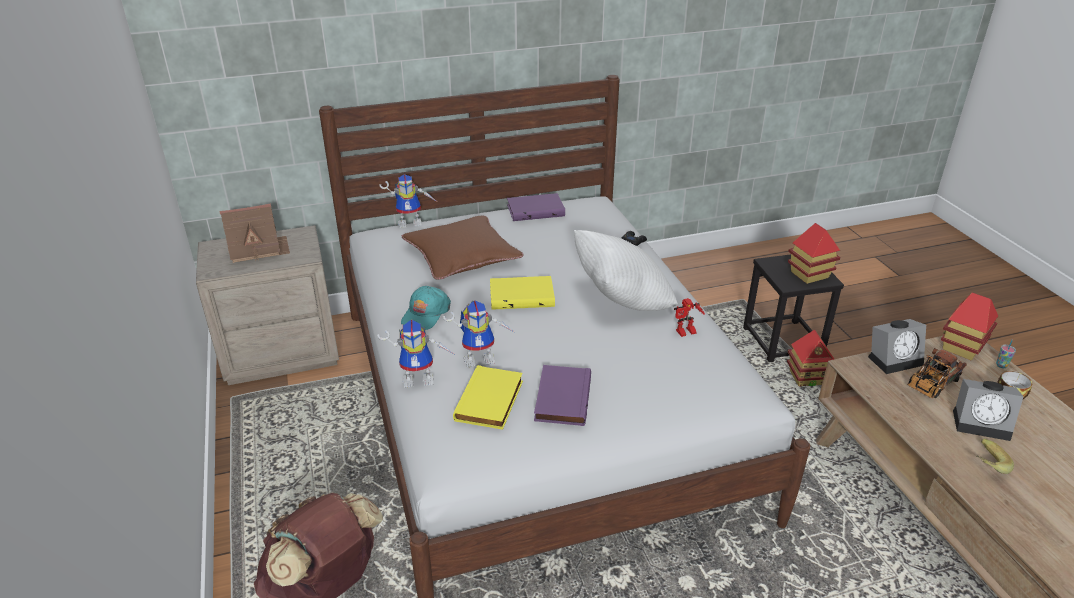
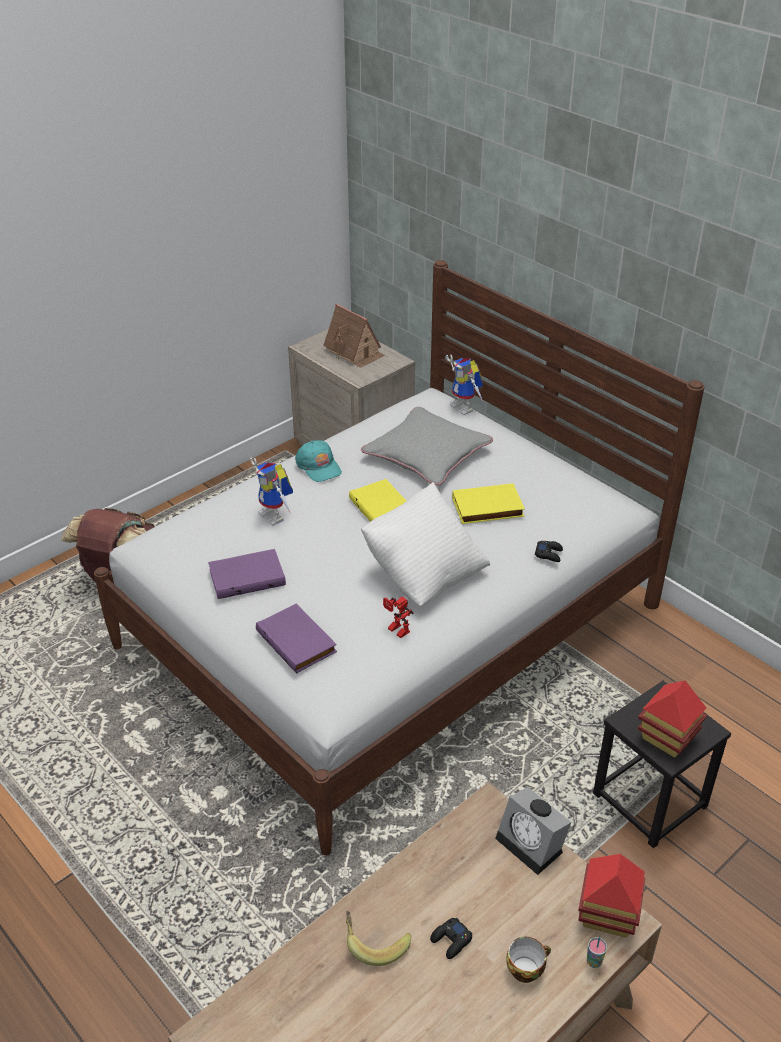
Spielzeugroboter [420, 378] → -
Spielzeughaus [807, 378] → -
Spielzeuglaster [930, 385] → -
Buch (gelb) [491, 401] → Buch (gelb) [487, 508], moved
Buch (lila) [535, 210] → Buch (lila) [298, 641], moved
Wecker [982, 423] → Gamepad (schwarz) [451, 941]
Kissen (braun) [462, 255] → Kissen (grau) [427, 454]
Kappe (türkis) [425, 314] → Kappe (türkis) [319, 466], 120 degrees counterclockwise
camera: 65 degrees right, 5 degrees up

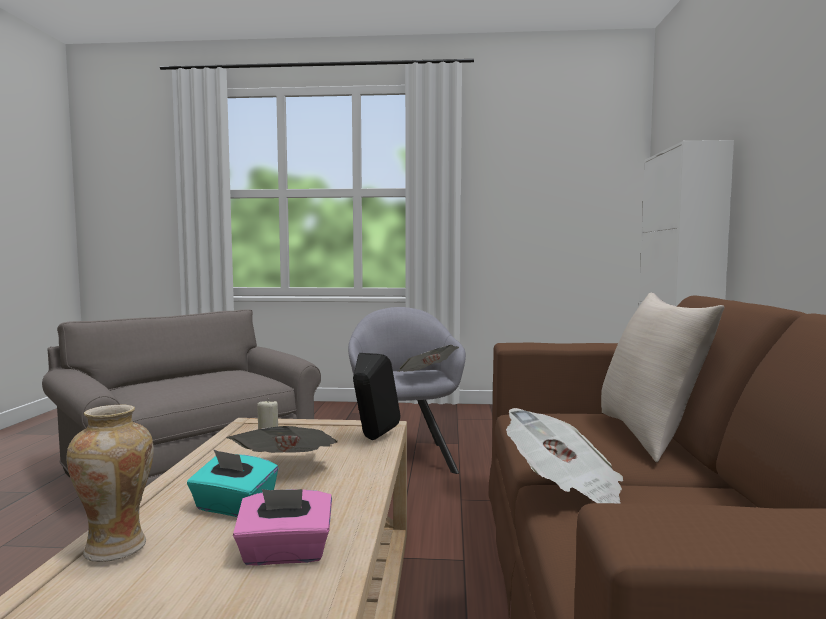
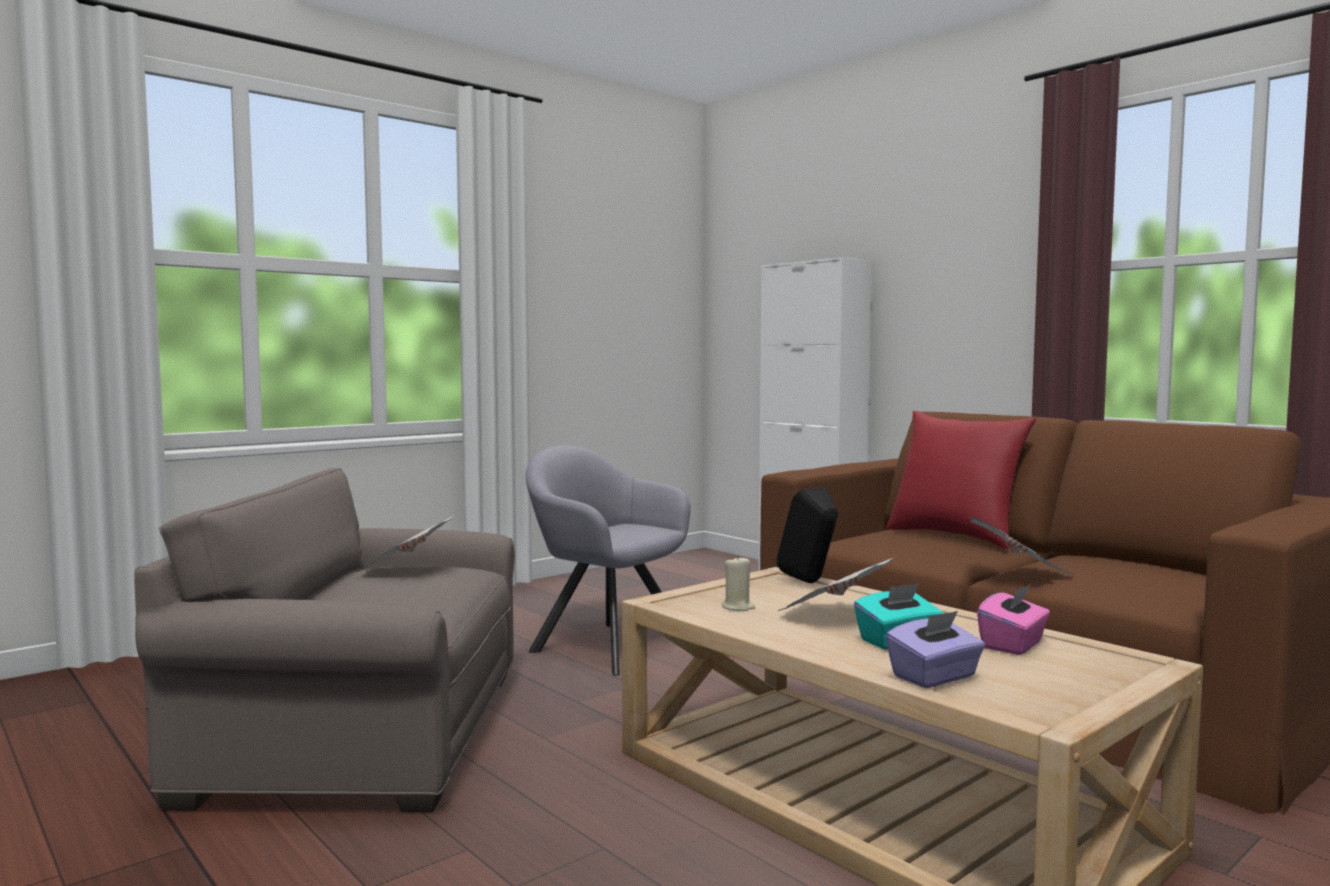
Zeitung [427, 376] → Zeitung [405, 570], moved
Vase [117, 547] → Taschentuchbox (lila) [935, 677]
Kissen (beige) [650, 434] → Kissen (rot) [955, 536]
camera: 45 degrees left, 0 degrees up

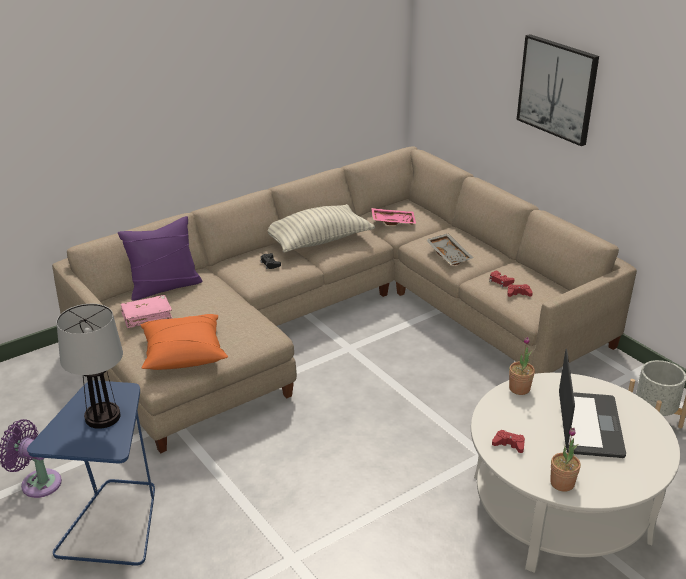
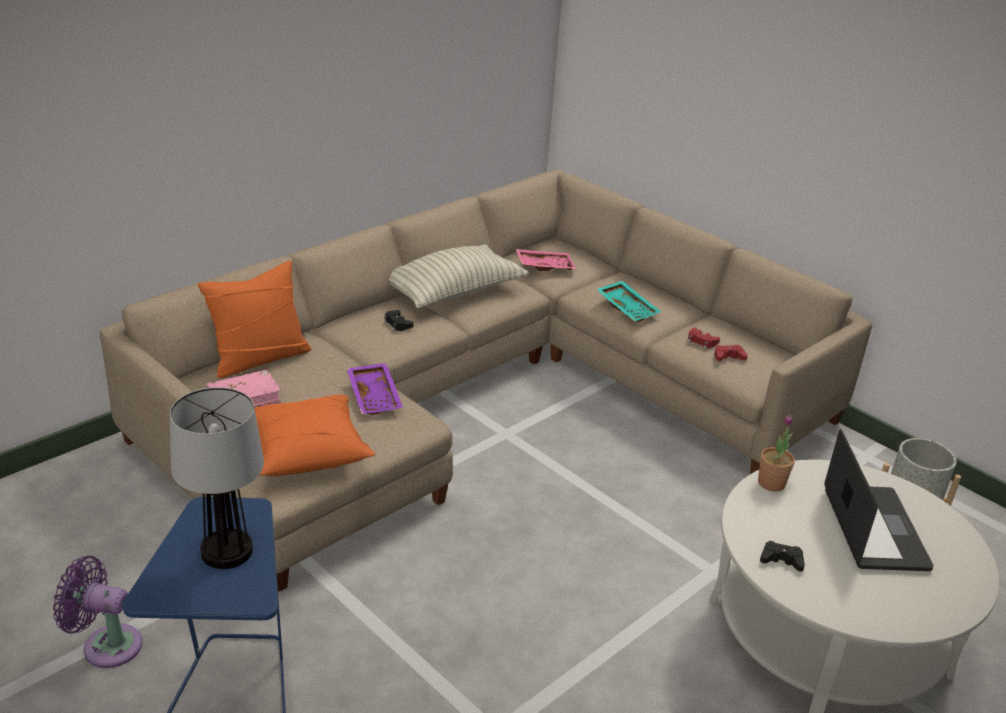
Bild [557, 89] → -
Topfpflanze [562, 483] → -
- → Tablett (lila) [375, 396]
Kissen (lila) [164, 287] → Kissen (orange) [259, 358]
Tablett (grau) [449, 254] → Tablett (türkis) [628, 308]
Gamepad (rot) [509, 444] → Gamepad (schwarz) [781, 560]
camera: 10 degrees left, 0 degrees up

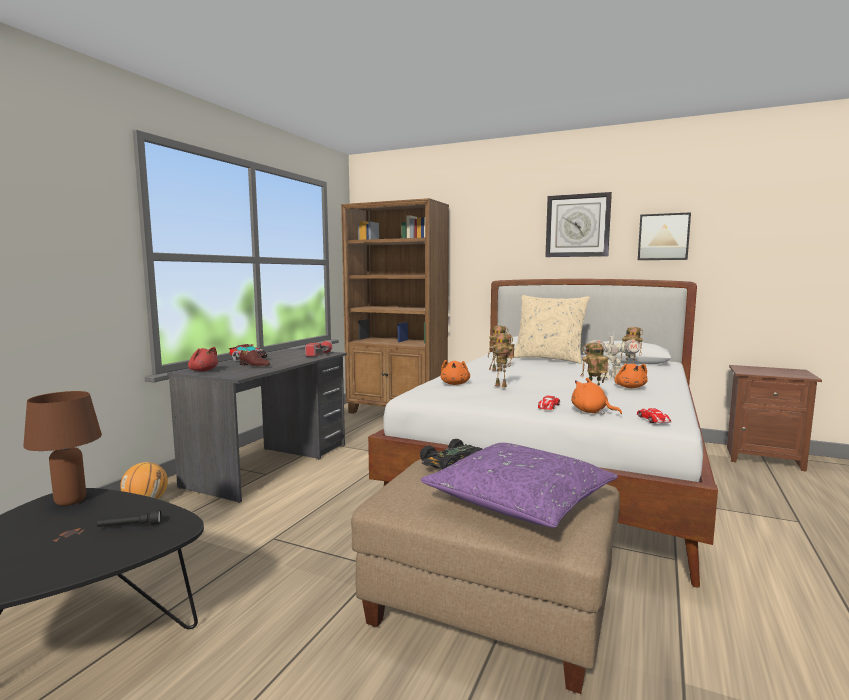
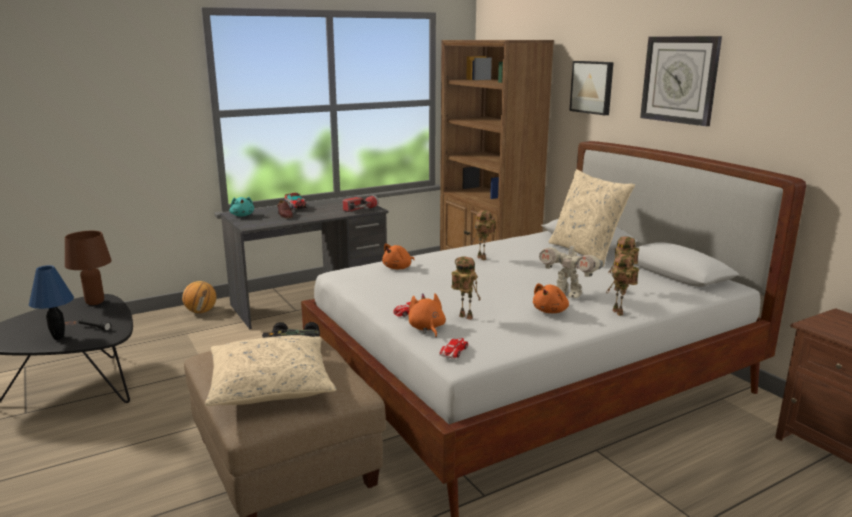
- → Tischlampe (blau) [58, 337]
Spielzeugroboter [502, 386] → Spielzeugroboter [619, 313], moved
Bild [663, 237] → Bild [592, 87], moved
Plüschtier (rot) [203, 370] → Plüschtier (türkis) [242, 215]
Kissen (lila) [519, 500] → Kissen (beige) [270, 384]
camera: 35 degrees right, 10 degrees up

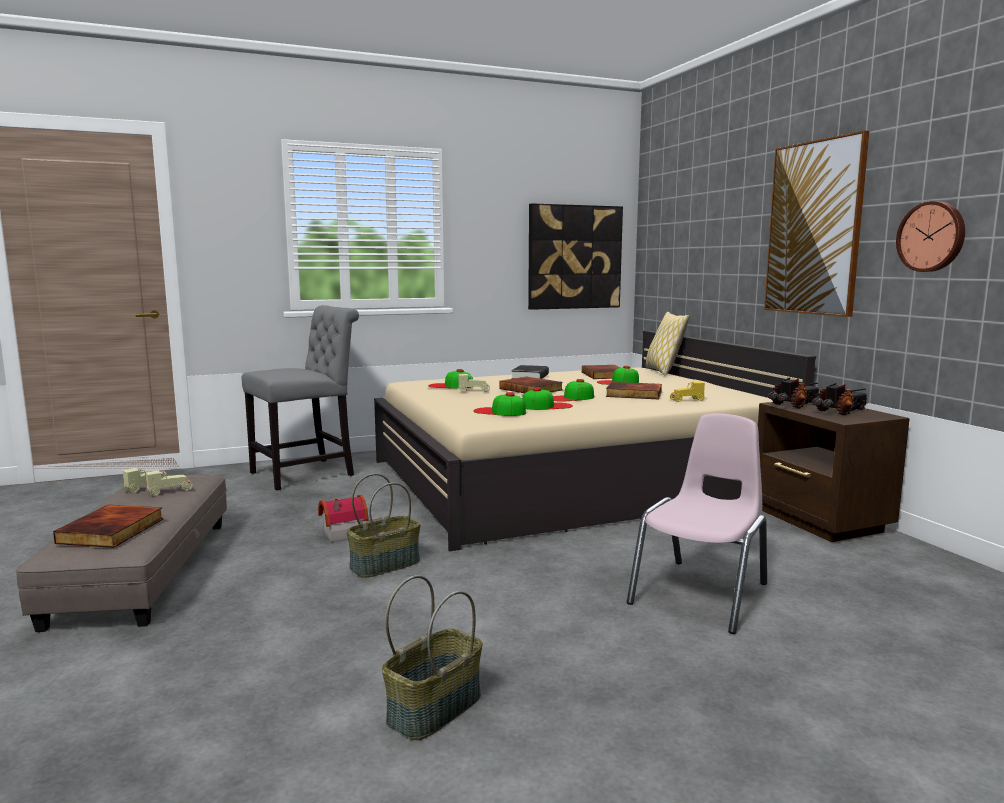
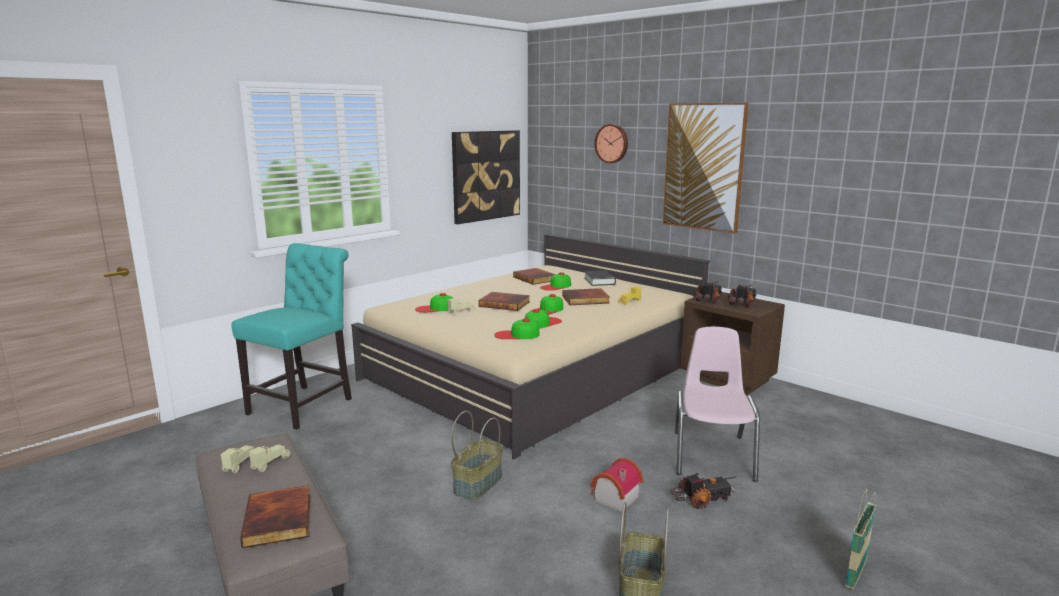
Kissen [663, 371] → -
- → Spielzeuglaster [703, 500]
- → Korb [855, 574]
Spielzeughaus [341, 533] → Spielzeughaus [613, 498], moved
Buch (schwarz) [530, 377] → Buch (schwarz) [599, 281], moved
Wanduhr [932, 237] → Wanduhr [612, 143], moved
Stuhl (grau) [307, 473] → Stuhl (türkis) [305, 405]
camera: 25 degrees left, 5 degrees up

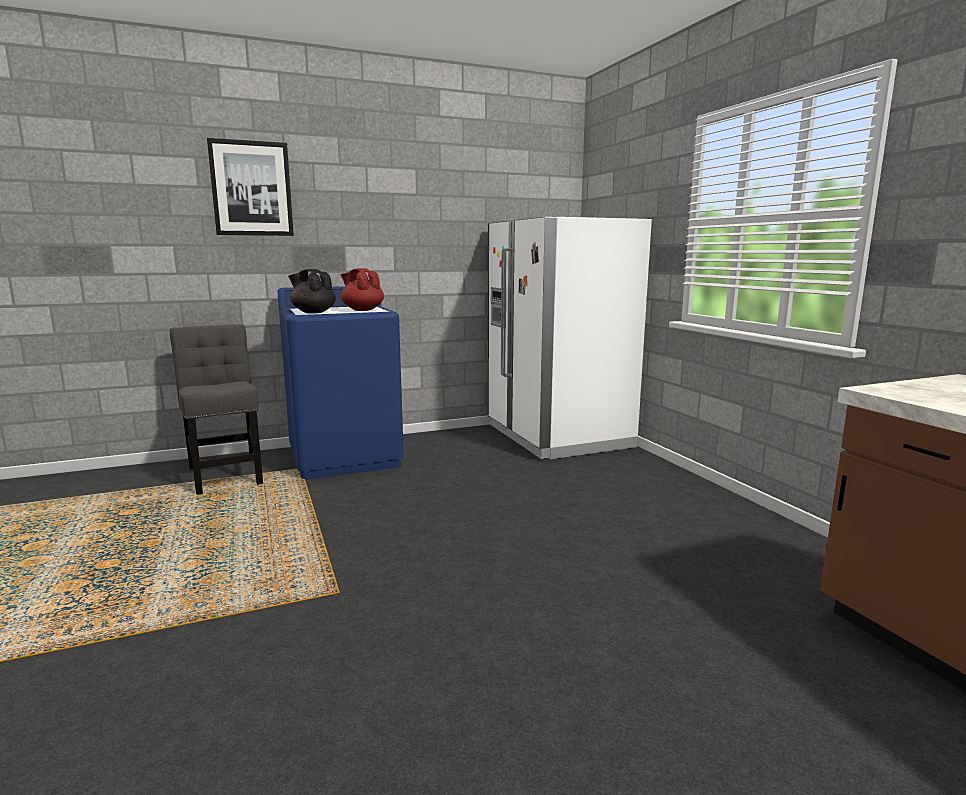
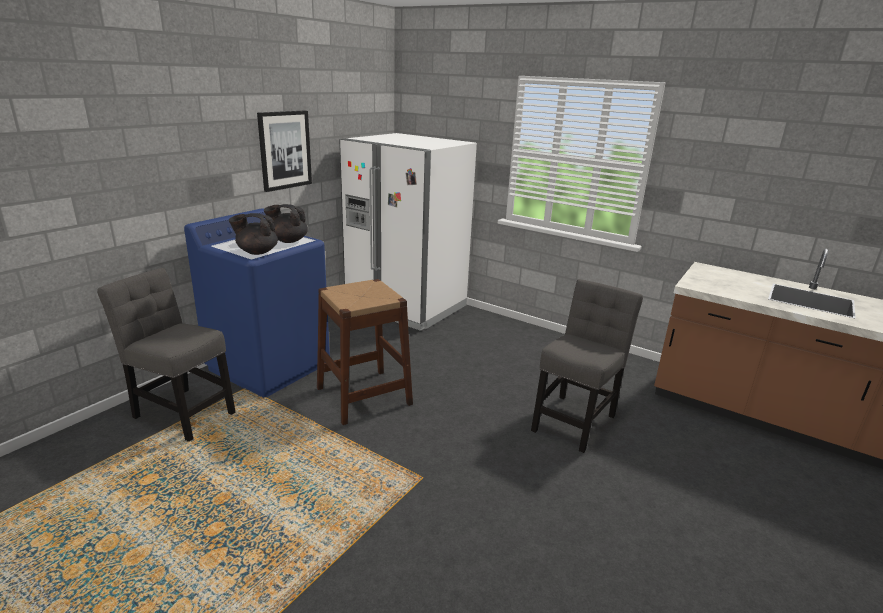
- → Hocker (braun) [363, 395]
- → Stuhl (grau) [575, 420]
Bild [251, 189] → Bild [285, 150], moved
Teekanne (rot) [362, 310] → Teekanne (schwarz) [288, 241]
camera: 35 degrees left, 10 degrees up

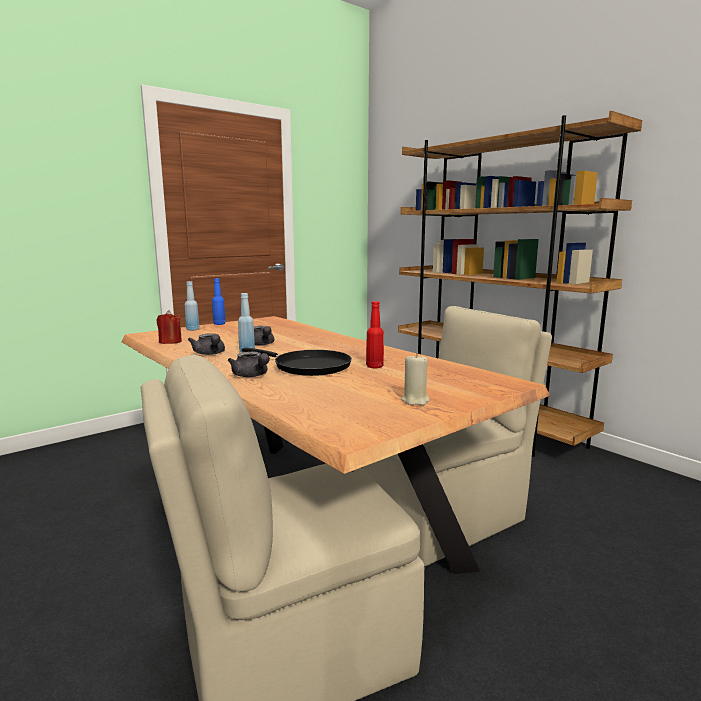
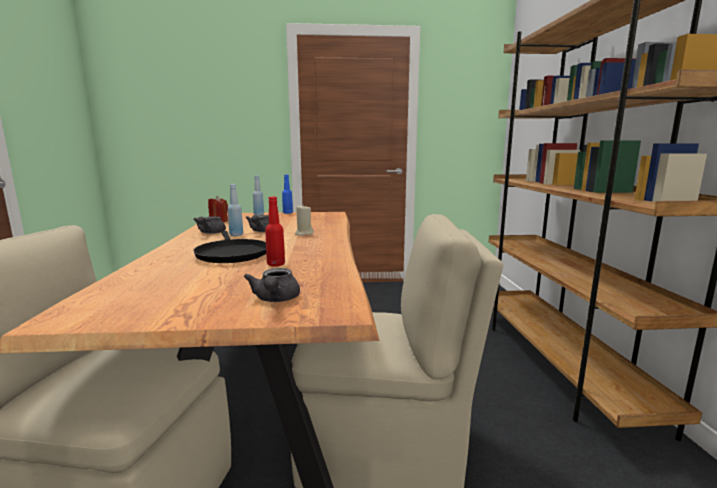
Teekanne (grau) [251, 376] → Teekanne (grau) [275, 300], moved
Kerze (beige) [415, 400] → Kerze (beige) [304, 233], moved
camera: 35 degrees right, 0 degrees up

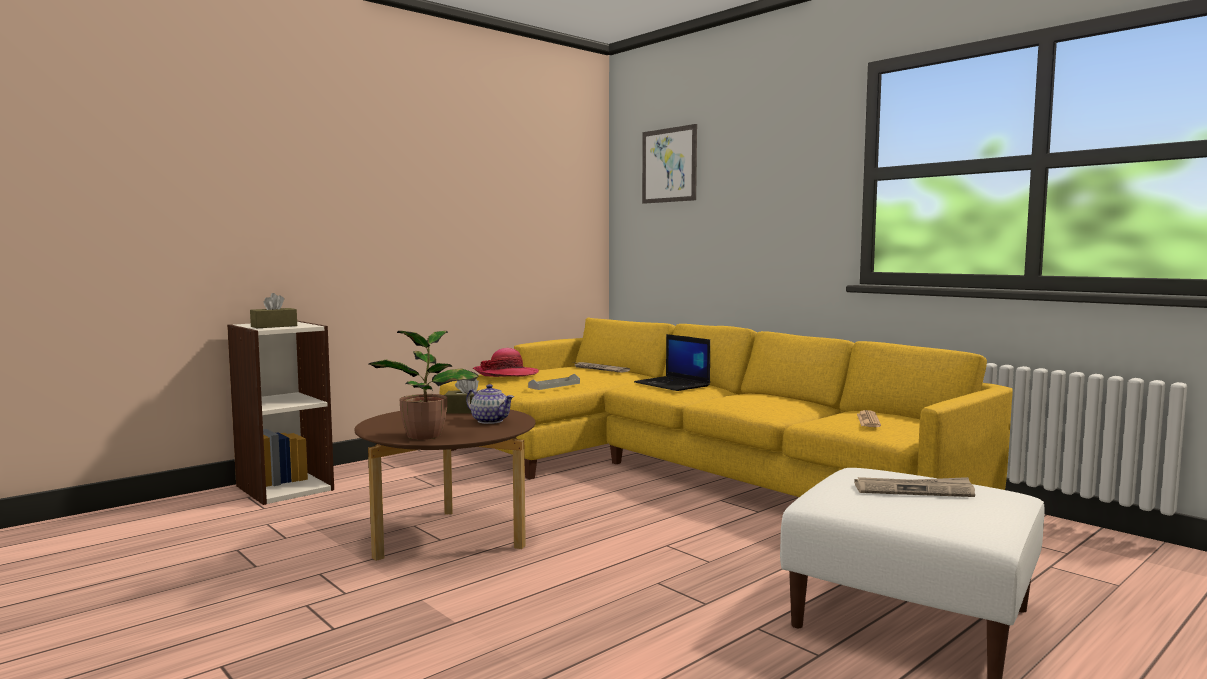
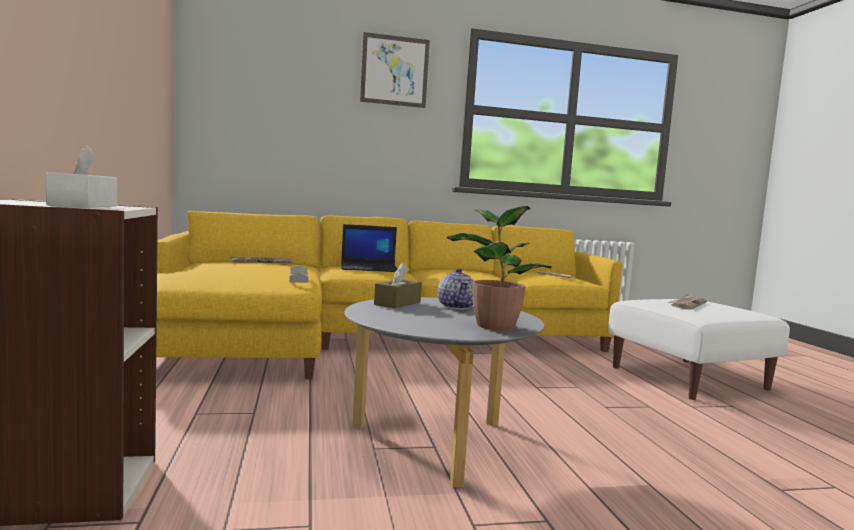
Hut [506, 374] → -
Bild [669, 165] → Bild [394, 70], moved
Taschentuchbox (braun) [274, 326] → Taschentuchbox (weiß) [83, 206]
Couchtisch (braun) [449, 538] → Couchtisch (grau) [435, 442]
Teekanne [490, 420] → Teekanne [456, 306], 105 degrees clockwise
camera: 60 degrees left, 0 degrees up

